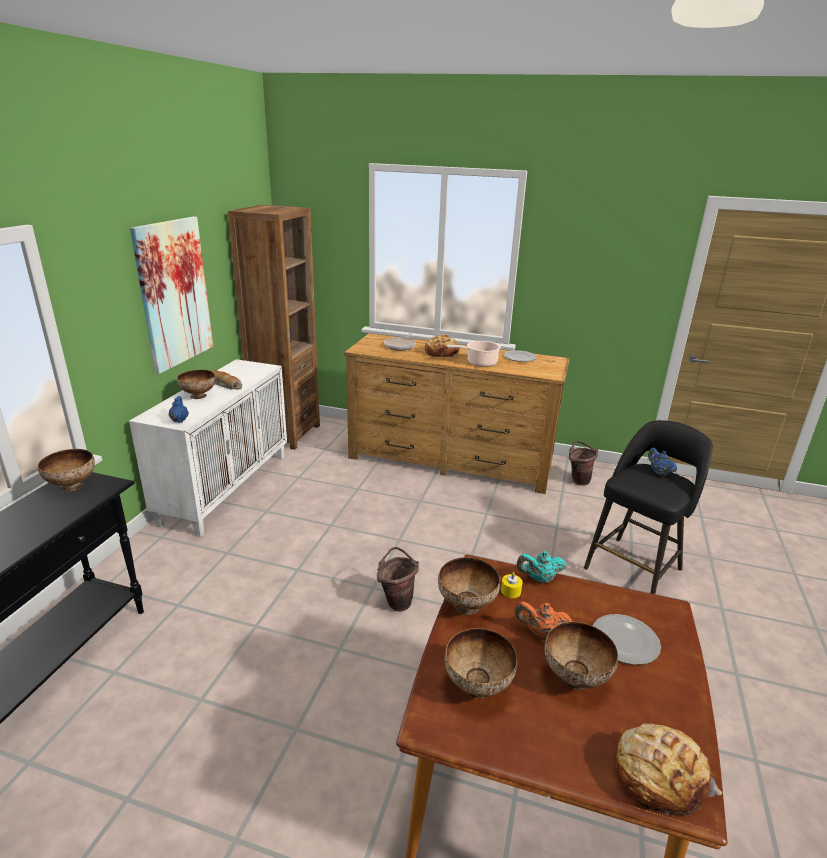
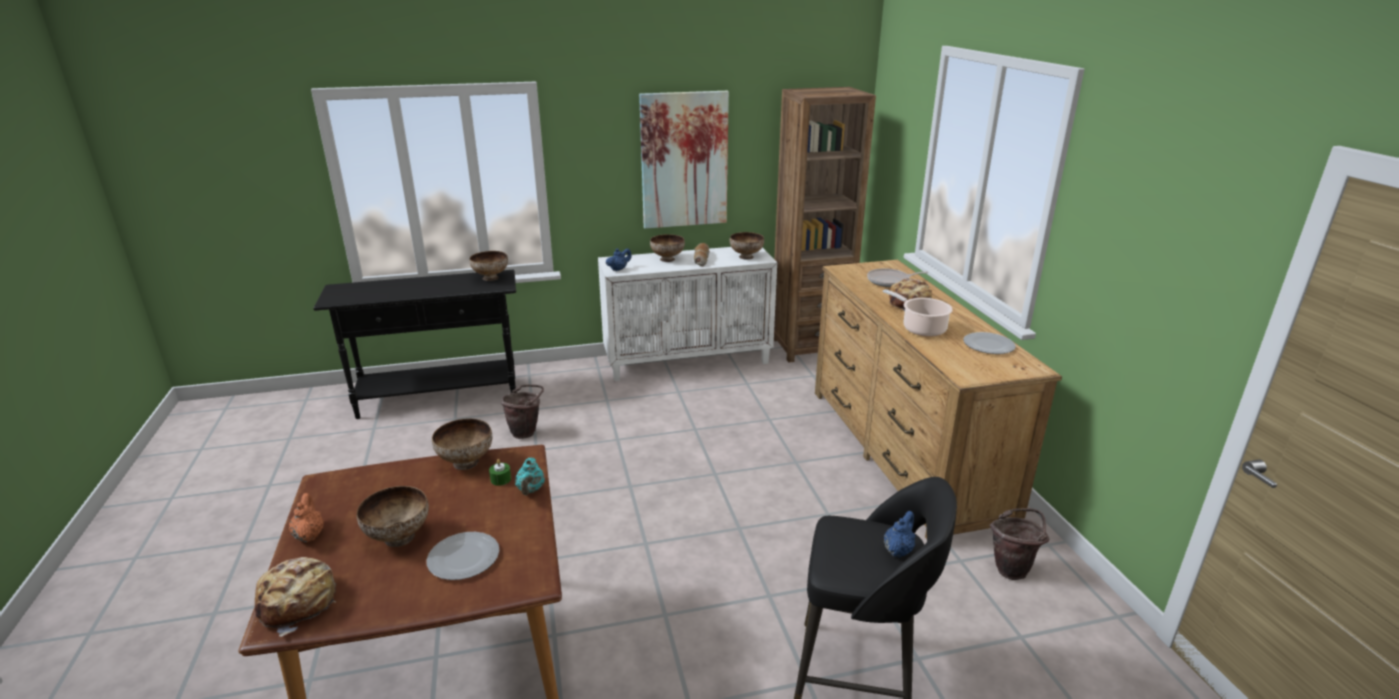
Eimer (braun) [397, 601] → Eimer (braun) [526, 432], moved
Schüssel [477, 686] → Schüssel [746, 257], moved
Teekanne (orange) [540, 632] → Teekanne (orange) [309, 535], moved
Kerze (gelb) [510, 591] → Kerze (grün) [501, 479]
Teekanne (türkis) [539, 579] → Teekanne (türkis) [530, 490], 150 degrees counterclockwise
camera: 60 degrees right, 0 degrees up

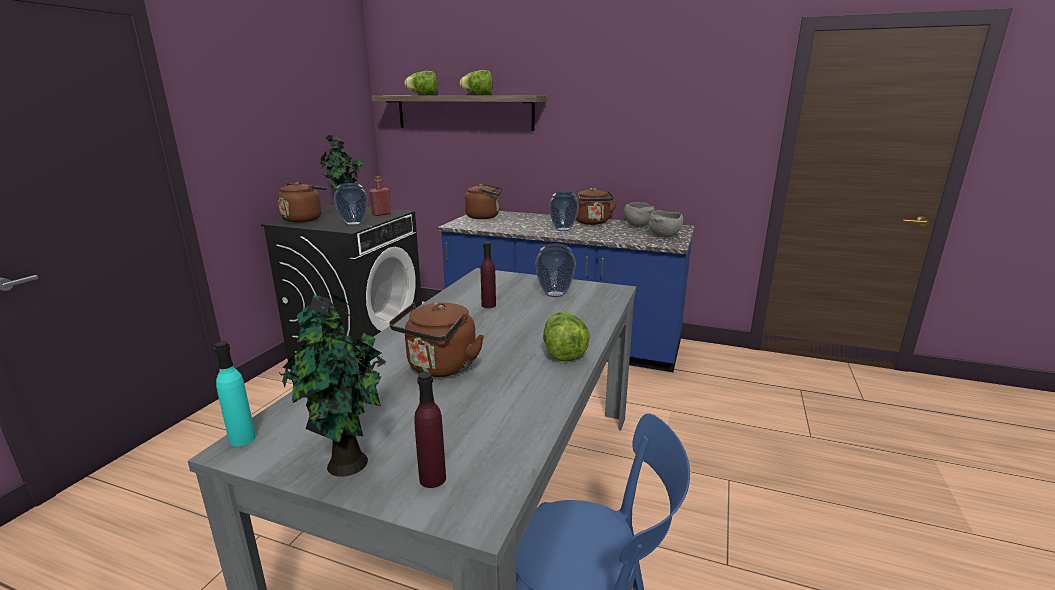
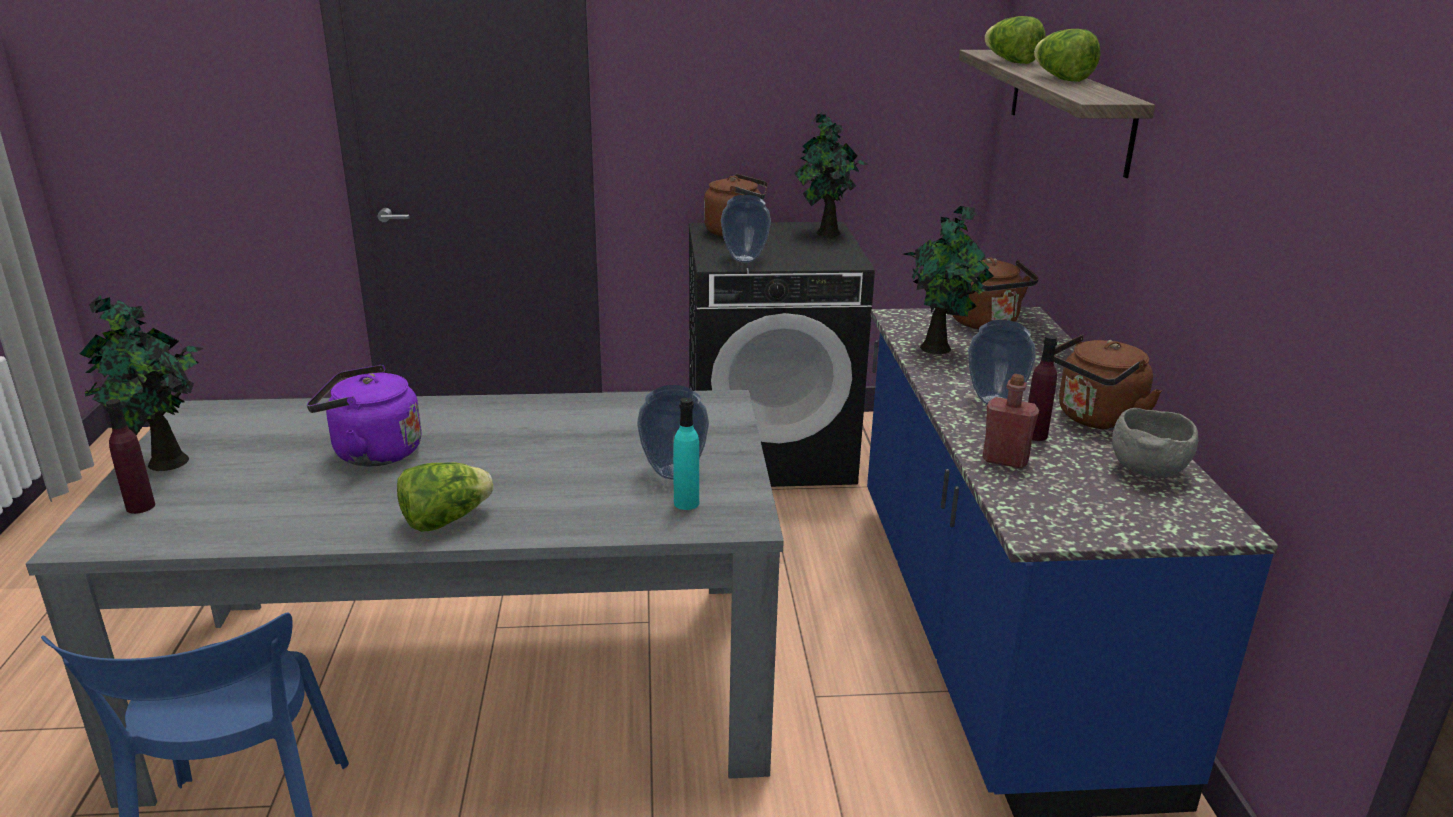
Schüssel (grau) [664, 236] → -
- → Topfpflanze [938, 348]
Flasche (türkis) [242, 439] → Flasche (türkis) [686, 503], moved
Flasche (rot) [381, 214] → Flasche (rot) [1005, 460], moved
Flasche (lila) [488, 305] → Flasche (lila) [1035, 435], moved
Wasserkessel (braun) [440, 368] → Wasserkessel (lila) [372, 453]
camera: 65 degrees right, 5 degrees up

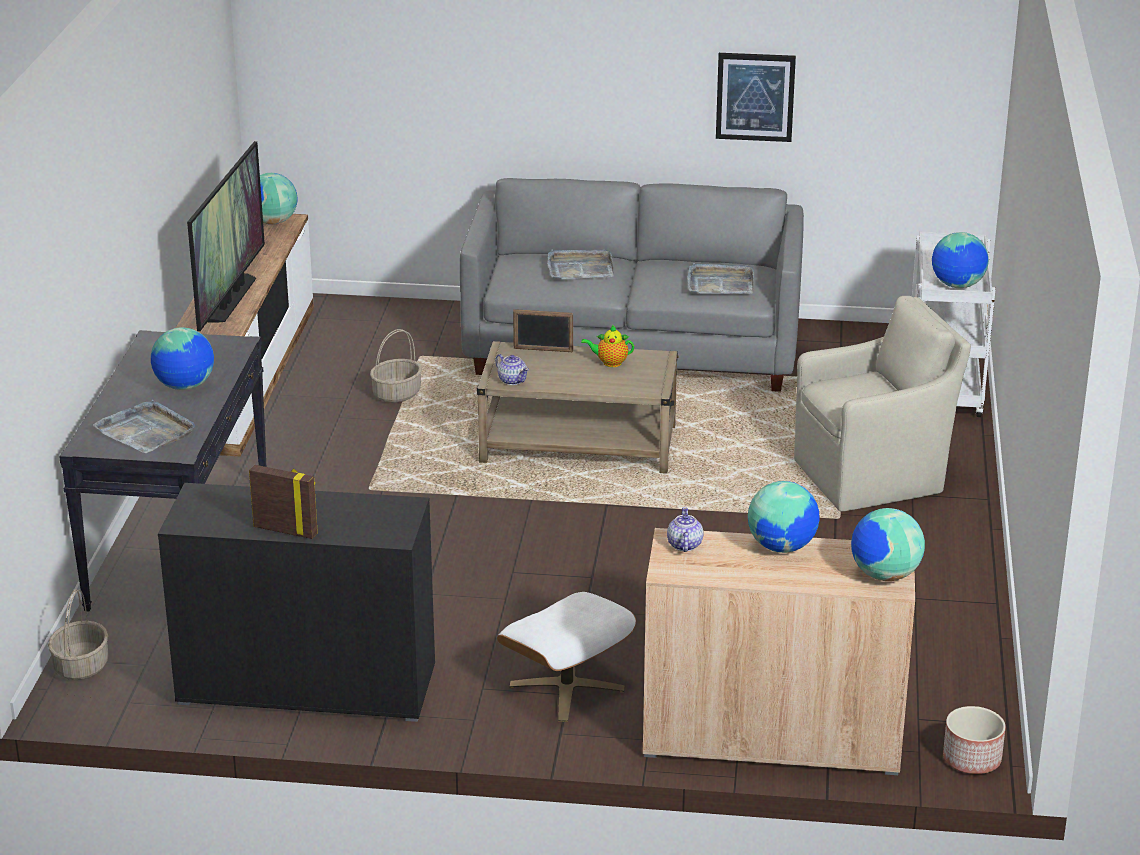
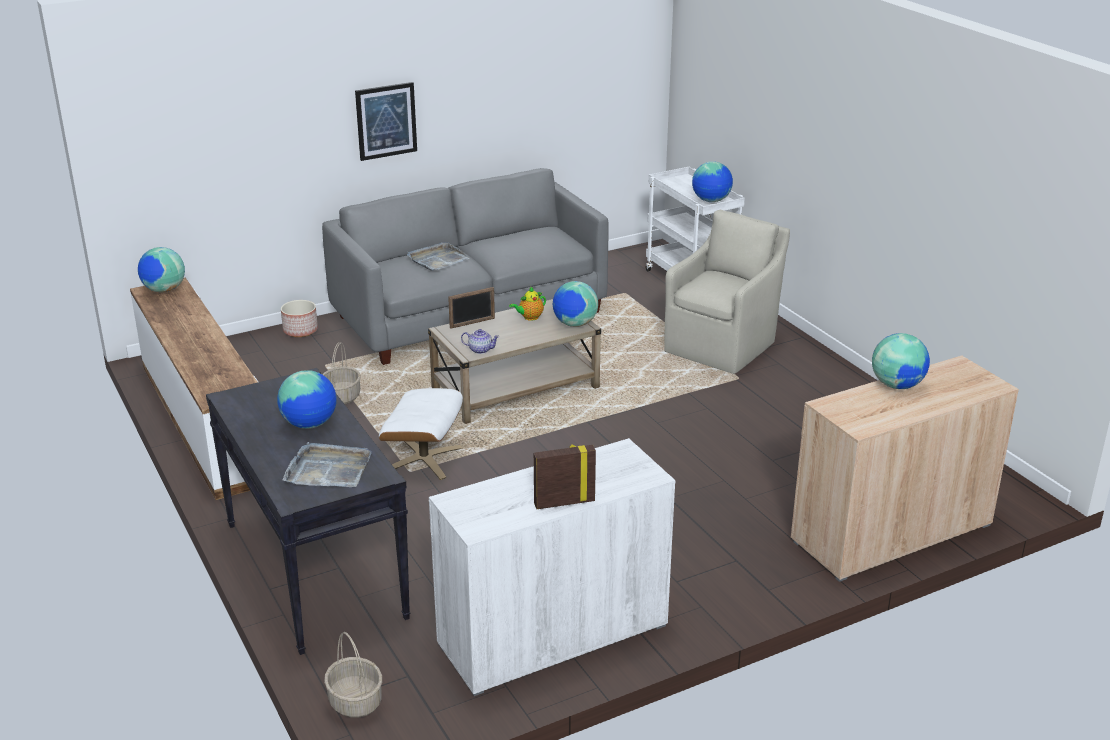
Fernseher [230, 299] → -
Teekanne [684, 545] → -
Tablett (grau) [720, 283] → -
Polsterhocker (weiß) [567, 687] → Polsterhocker (weiß) [424, 459], moved
Bild [755, 96] → Bild [386, 121], moved
Globus [884, 575] → Globus [574, 324], moved
Pflanzkübel [972, 759] → Pflanzkübel [300, 330], moved
Schrank (schwarz) [307, 685] → Schrank (weiß) [553, 635]
camera: 35 degrees left, 0 degrees up

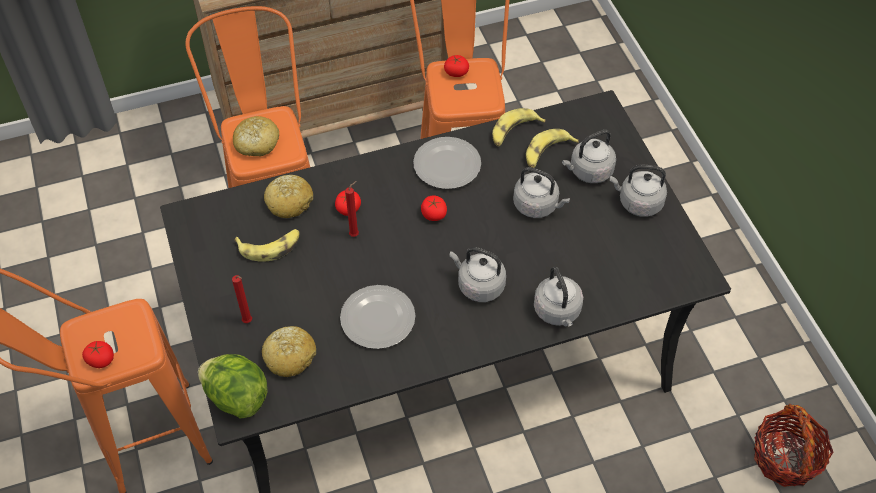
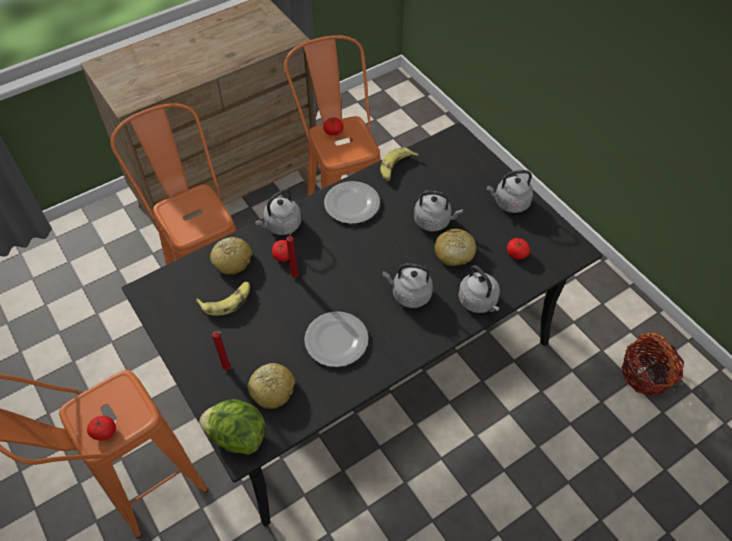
Banane [547, 153] → -
Brot [256, 143] → Brot [454, 253], moved
Tomate [433, 214] → Tomate [516, 253], moved
Wasserkessel (grau) [589, 172] → Wasserkessel (grau) [281, 225], moved
camera: 15 degrees left, 0 degrees up

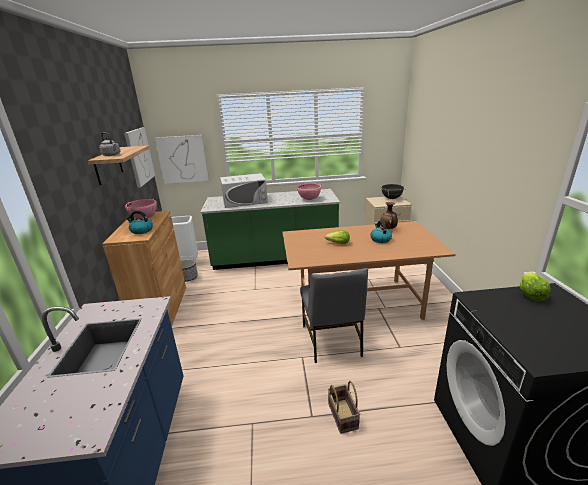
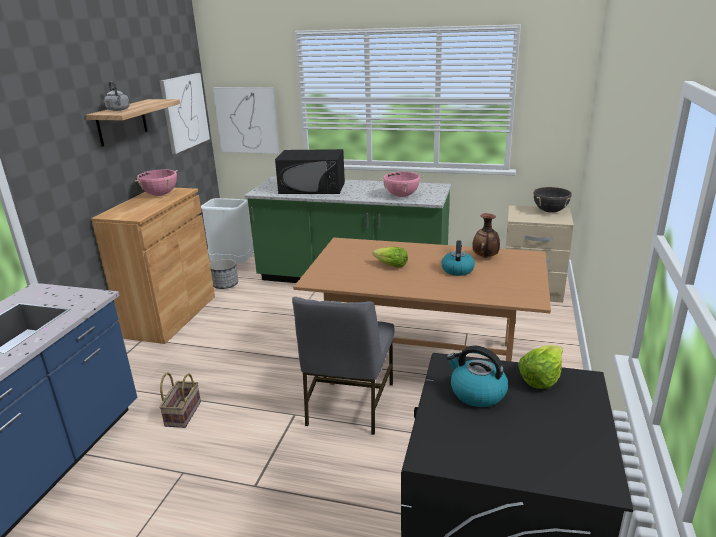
Wasserkessel [141, 231] → Wasserkessel [476, 393], moved
Korb [341, 415] → Korb [182, 413], moved
Mikrowelle (weiß) [245, 201] → Mikrowelle (schwarz) [312, 188]
camera: 20 degrees right, 0 degrees up

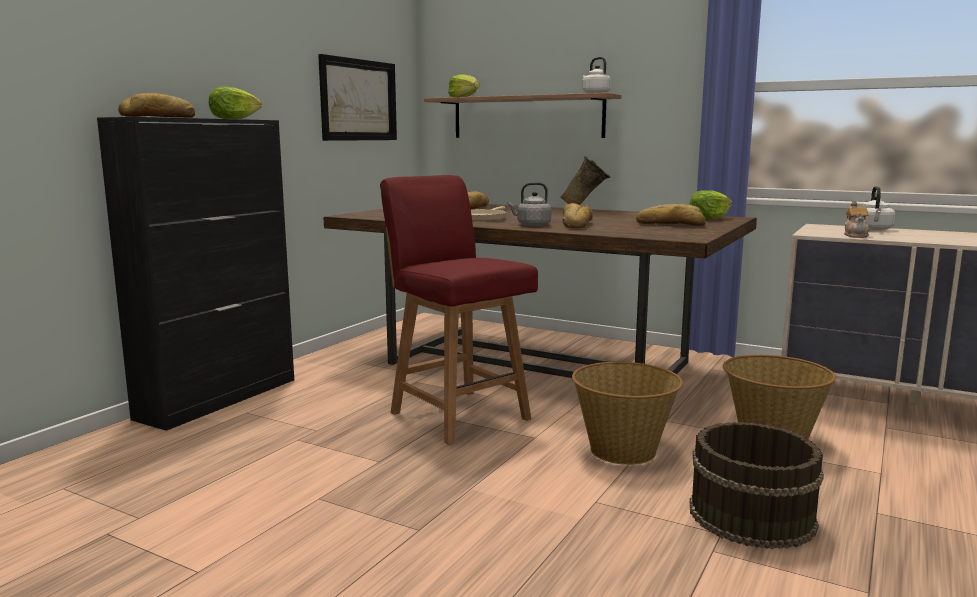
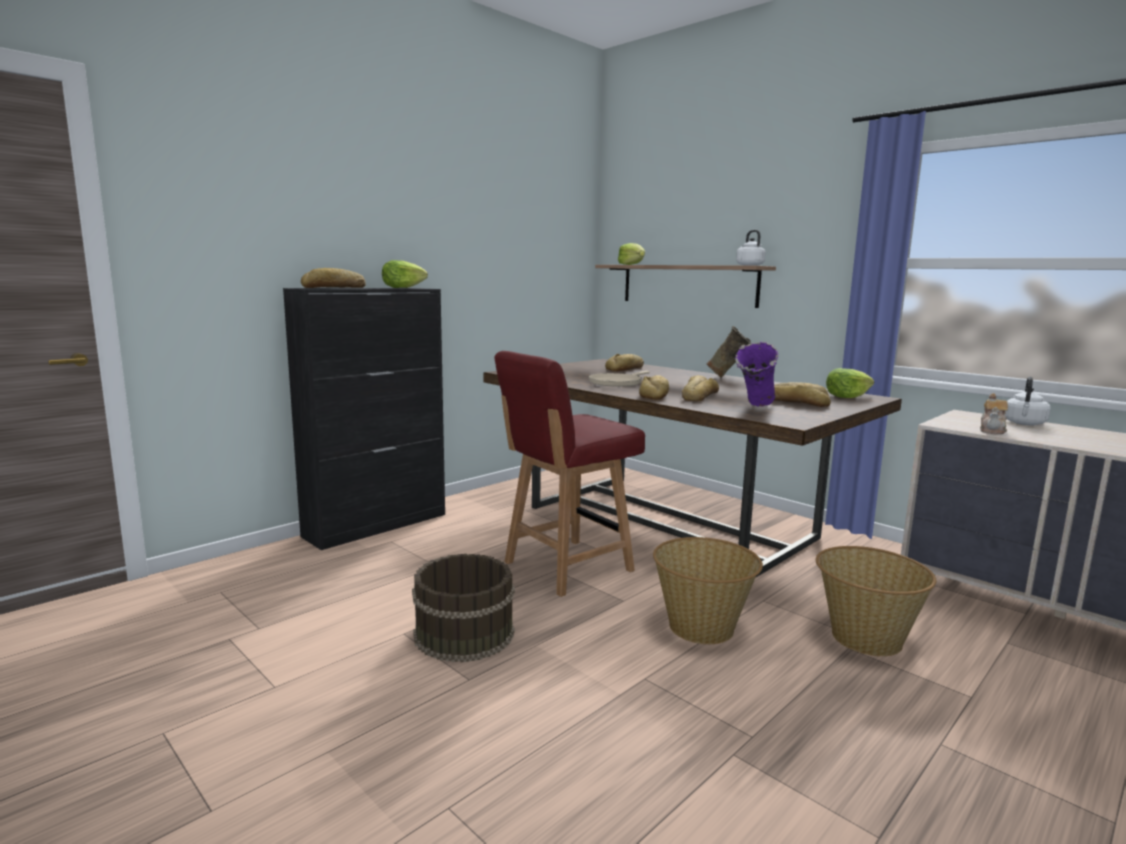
Bild [358, 100] → -
- → Vase (lila) [755, 408]
Eimer (braun) [750, 516] → Eimer (braun) [462, 633], moved
Wasserkessel (grau) [531, 225] → Brot [655, 394]
Stuhl (rot) [458, 415] → Stuhl (rot) [565, 567], 105 degrees counterclockwise
camera: 15 degrees right, 0 degrees up

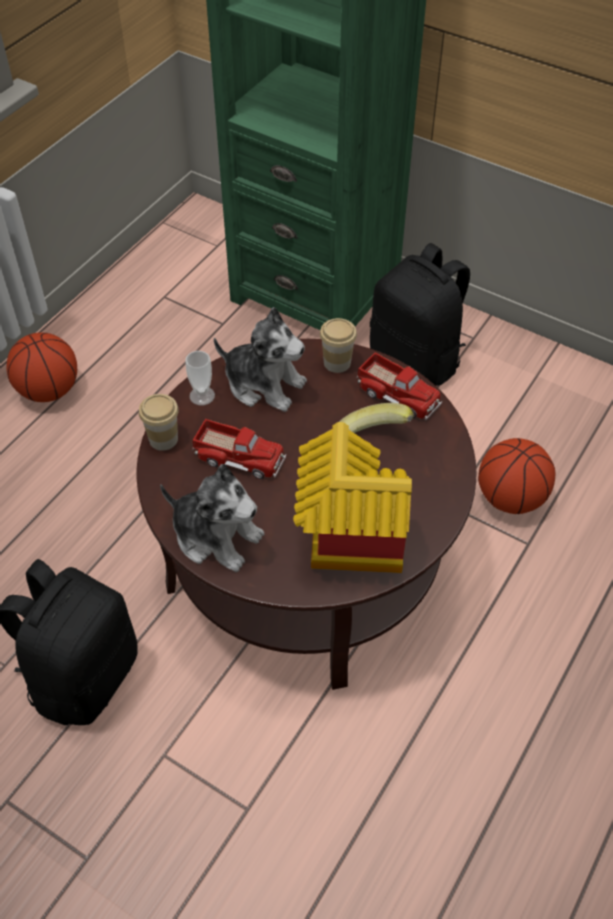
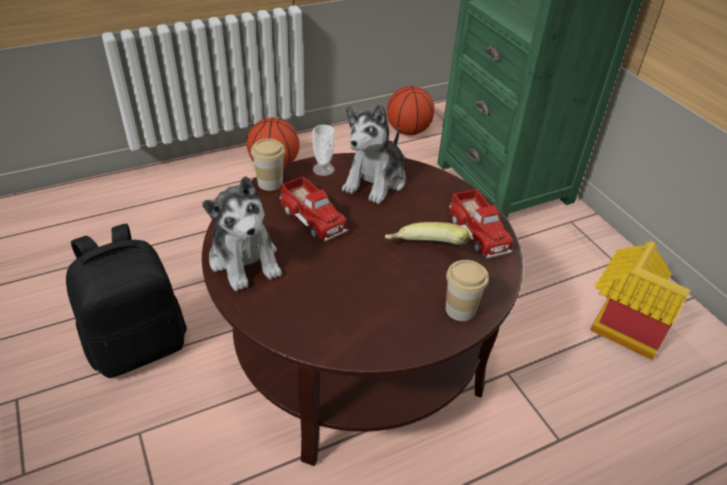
Rucksack (schwarz) [416, 361] → -
Spielzeughaus [344, 539] → Spielzeughaus [619, 324], moved
Tasse [337, 363] → Tasse [460, 309], moved
Basketball [510, 498] → Basketball [408, 131], moved
Plüschtier [264, 384] → Plüschtier [375, 181], 60 degrees clockwise
camera: 30 degrees right, 10 degrees down

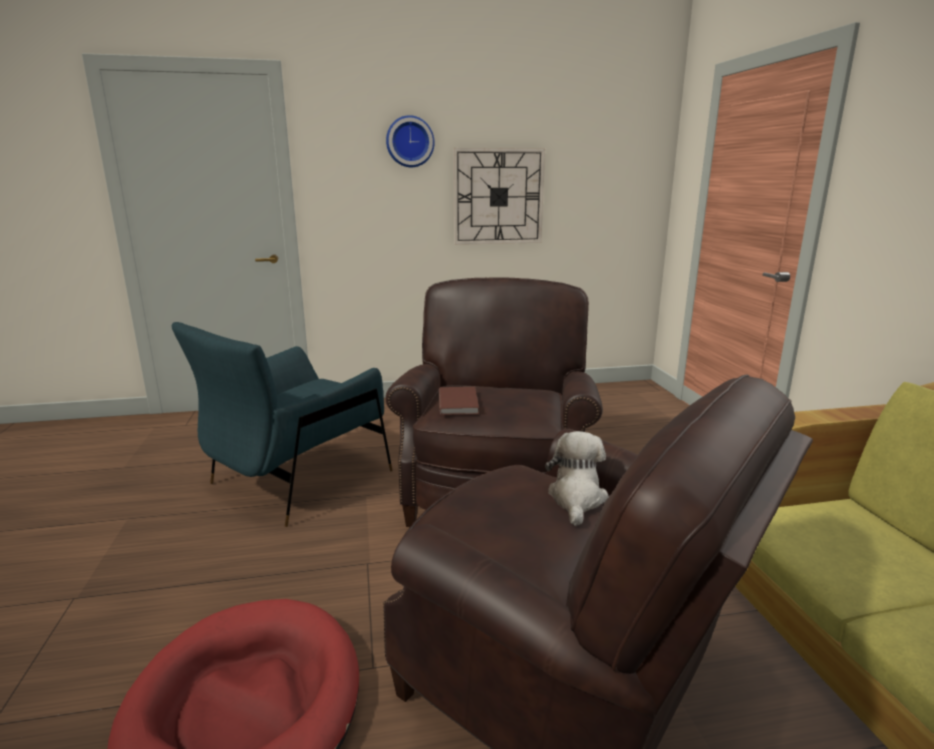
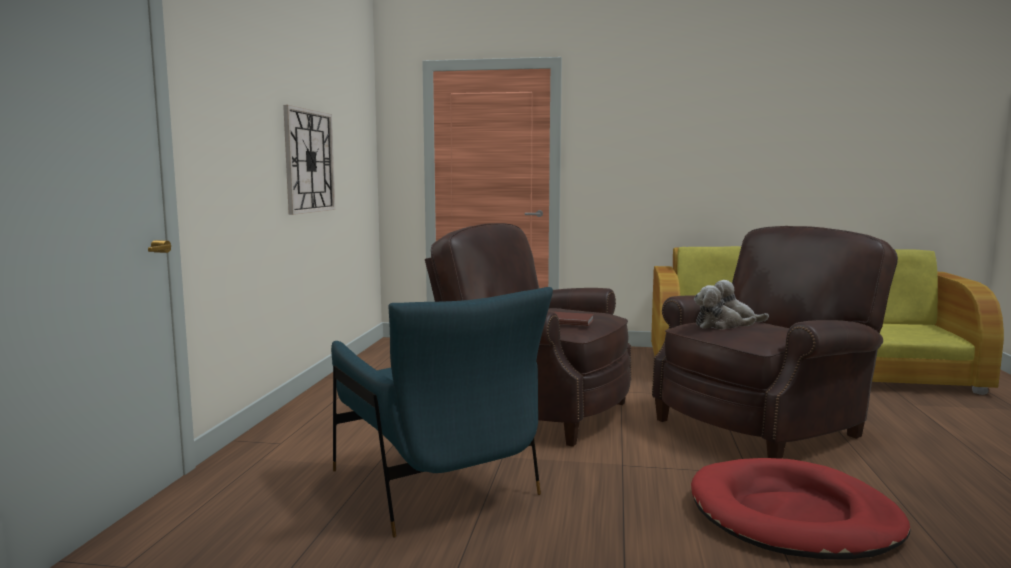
Wanduhr [410, 142] → -
- → Plüschtier [720, 326]
camera: 70 degrees left, 10 degrees down

